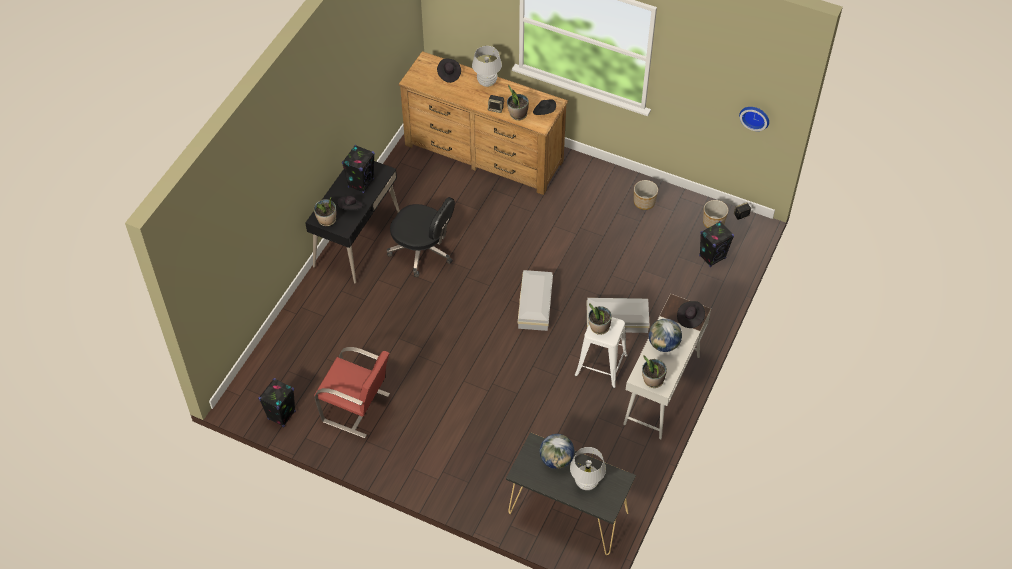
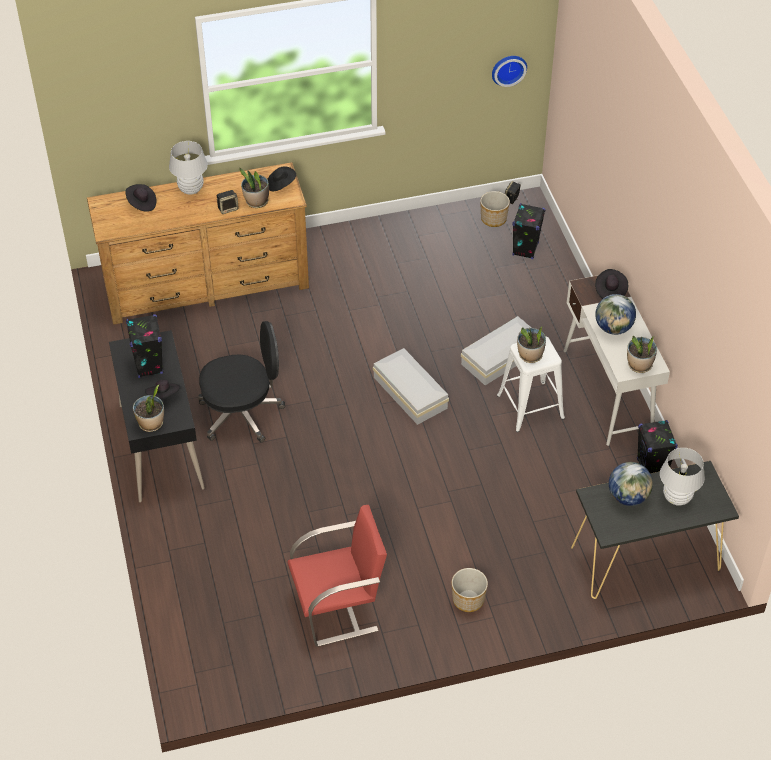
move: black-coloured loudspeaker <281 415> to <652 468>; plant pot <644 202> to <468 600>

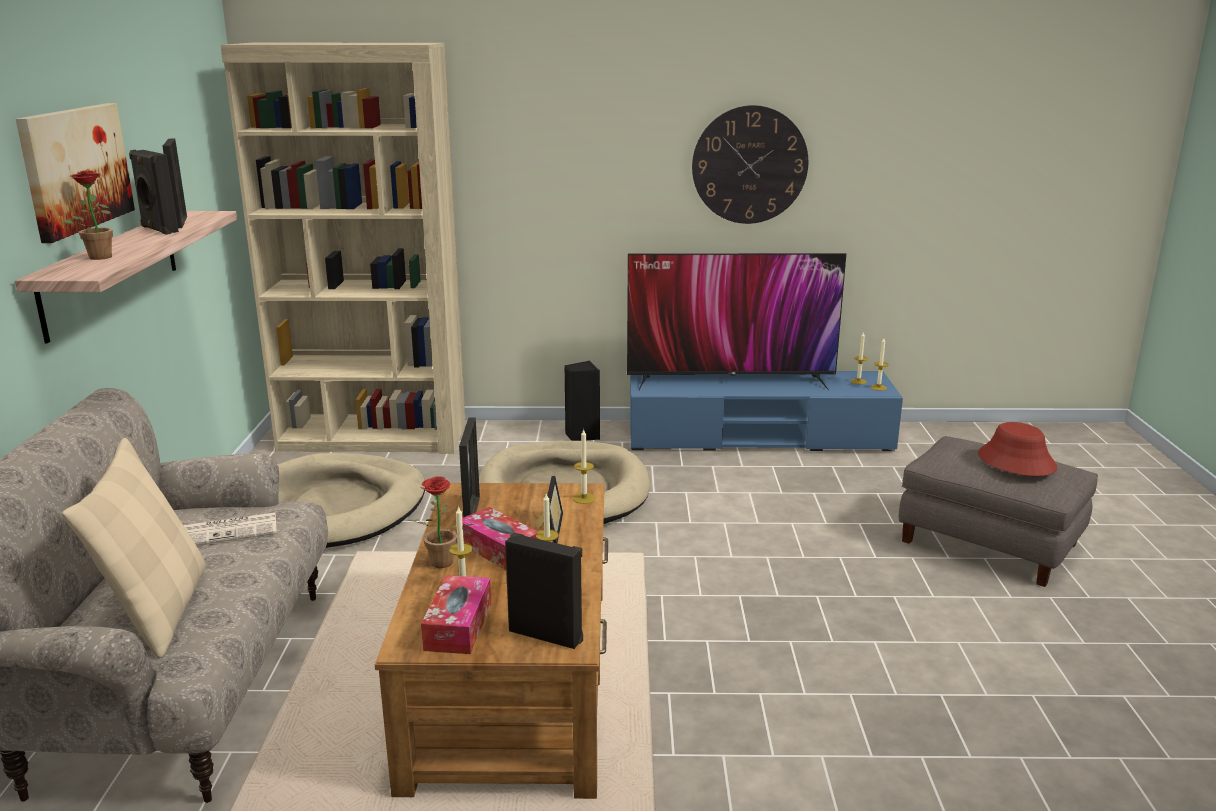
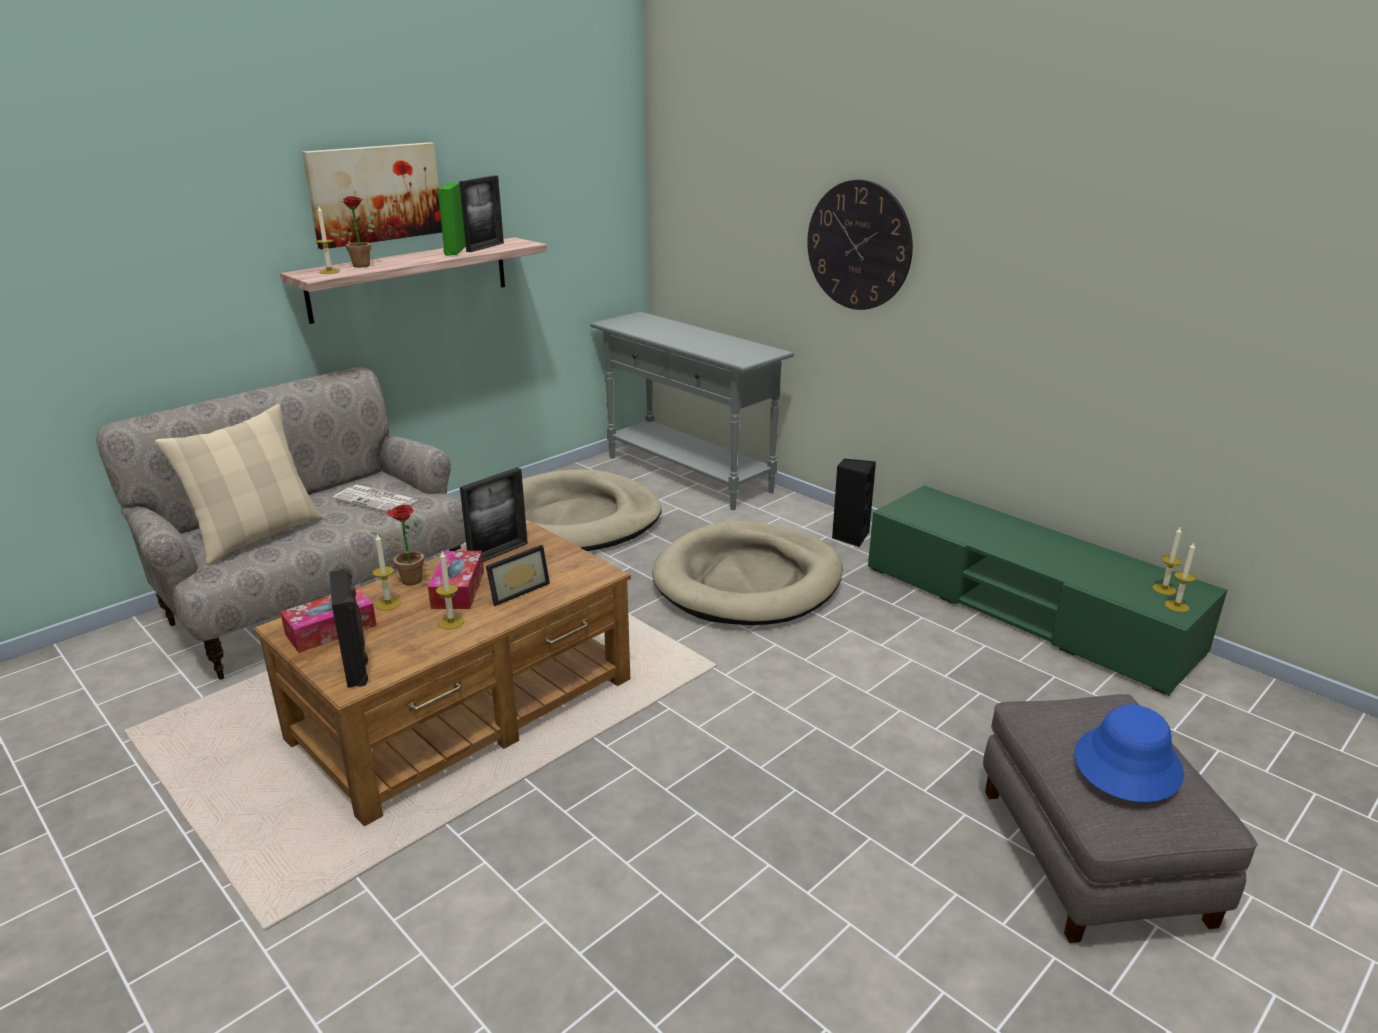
delete: TV set <730 380>
move: candle <584 498> to <329 271>; wall clock <749 165> to <859 245>
replace: sand-coloured bookcase <374 437> to greyish console table <688 475>
recolor: black-coloured loudspeaker <158 230> to greenish loudspeaker <454 251>; blue media console <758 436> to greenish media console <1025 609>; red-coloured wearable hat <1016 461> to blue wearable hat <1127 764>

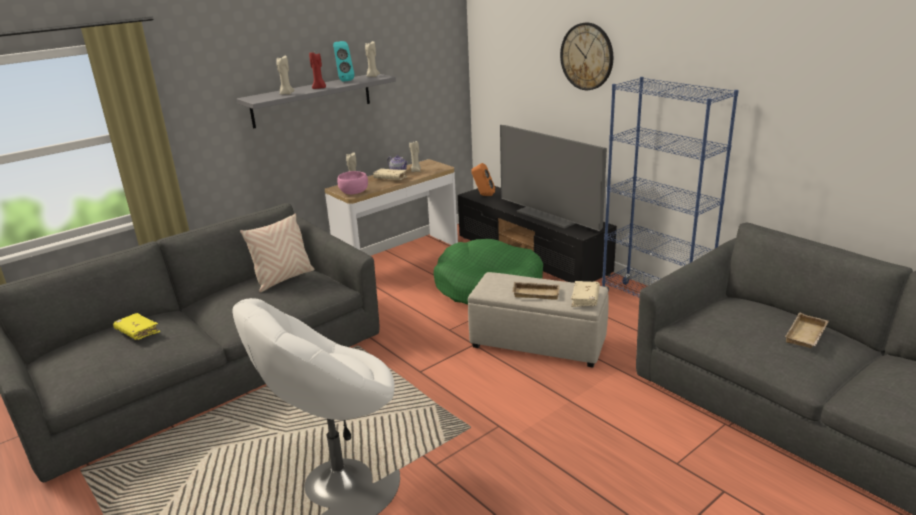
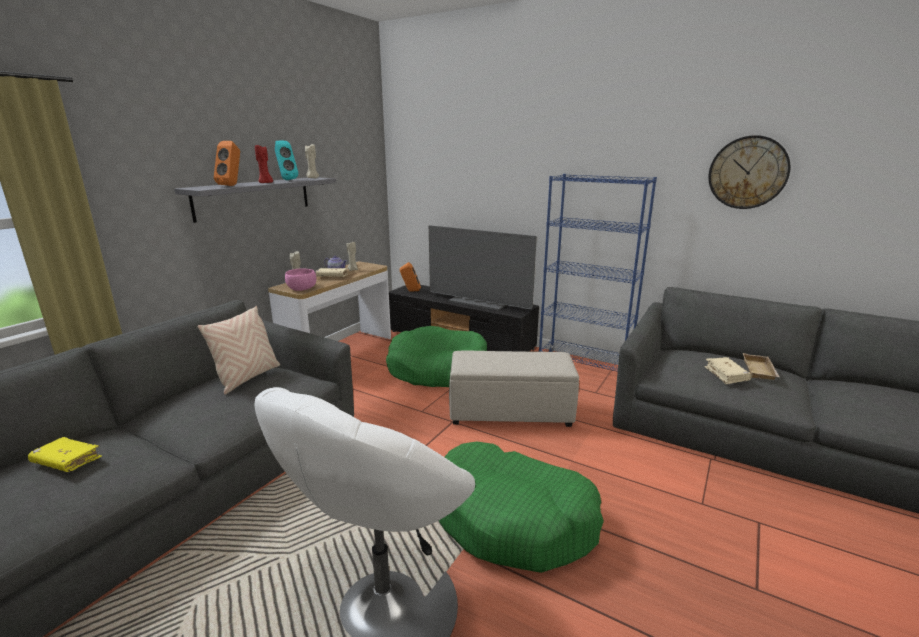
delete: sand-coloured serving tray <536 293>
insert: greenish dog cushion <513 519>
move: wall clock <587 56> to <748 172>; sand-coloured volume <585 299> to <726 375>
replace: sand-coloured candle <286 94> to orange-coloured loudspeaker <232 185>

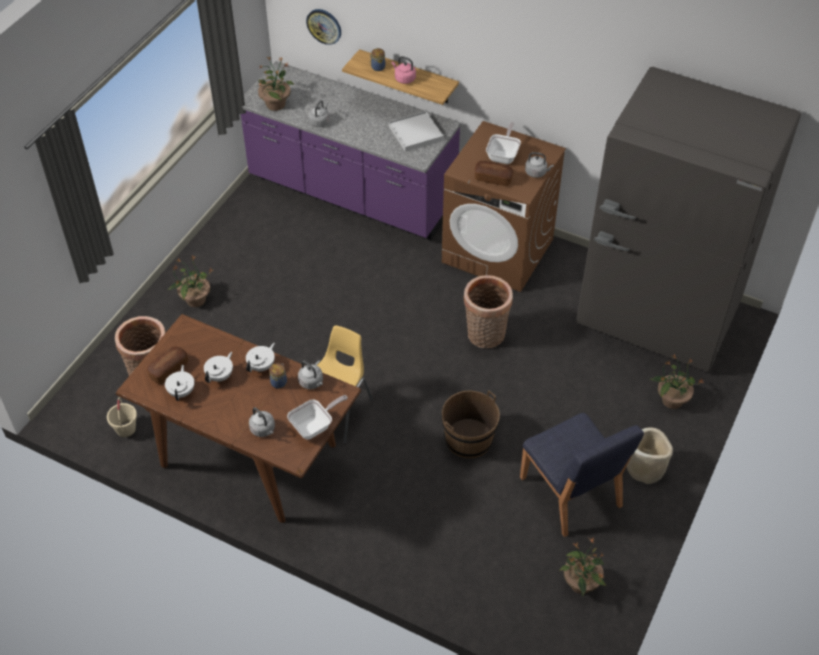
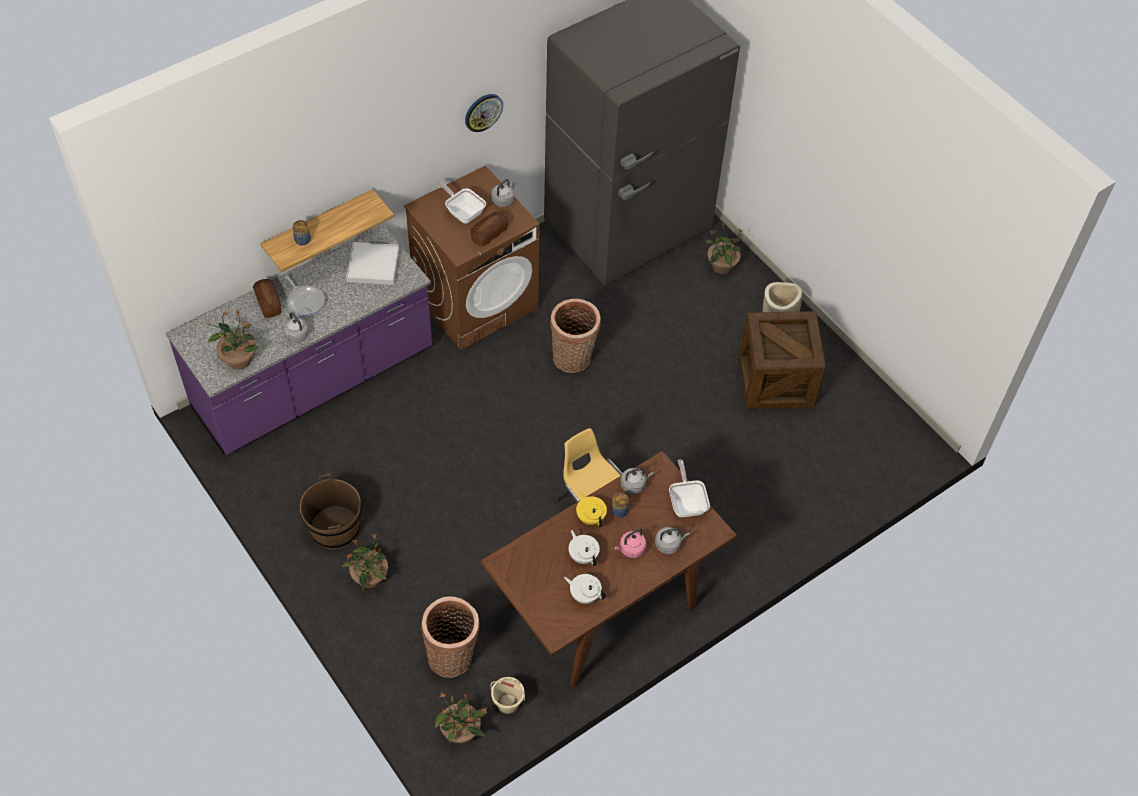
insert: skillet <305 301>
move: baked bread <168 369> to <268 303>; wall clock <324 26> to <483 112>; pinkish tea kettle <404 79> to <631 549>; brown bucket <468 439> to <334 528>; potted plant <581 584> to <461 732>
replace: blue upright chair <571 493> to shipping crate <776 380>
recolor: whitish pot for tea <262 366> to yellow-coloured pot for tea <591 517>

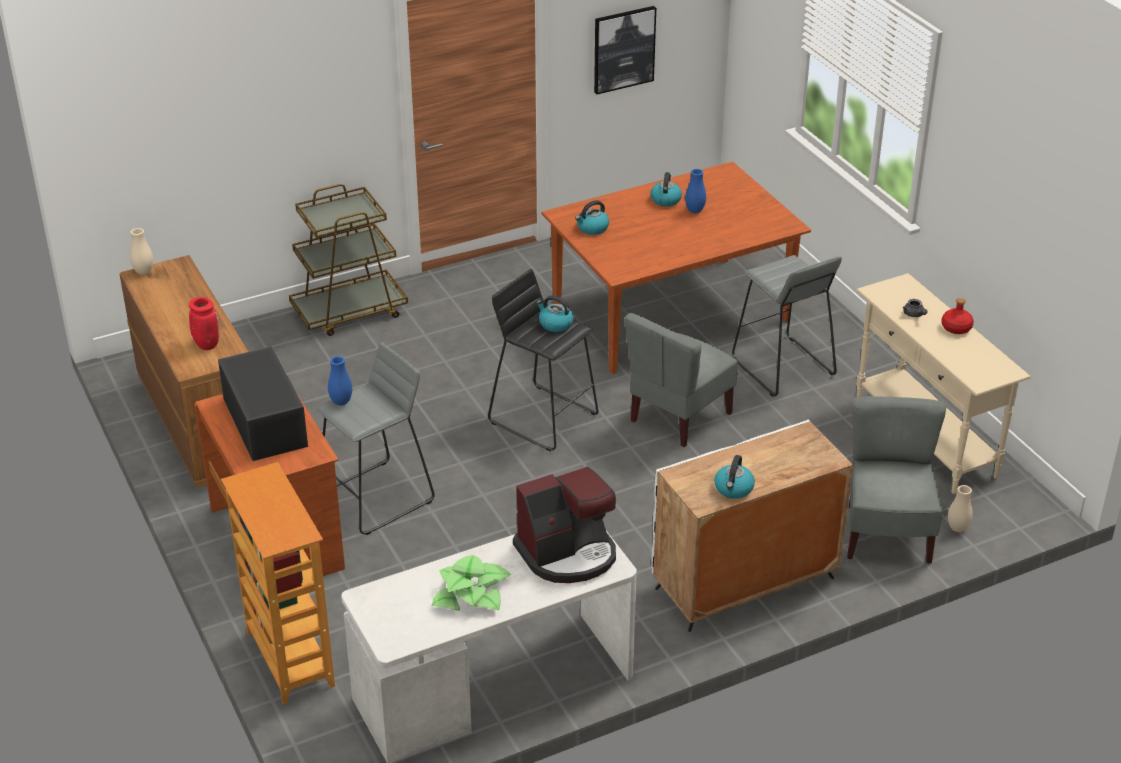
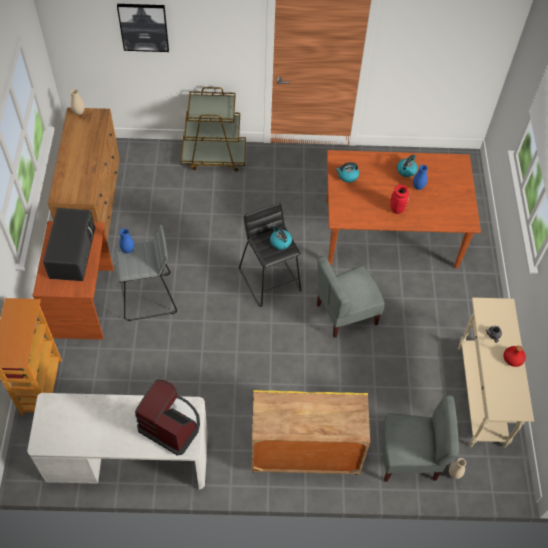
delete: potted plant <471 594>; tea kettle <733 489>; greyish stool <782 367>
move: red-coloured flower vase <206 345> to <396 209>; picture <623 49> to <143 27>
recolor: whitish cupboard <744 584> to yellow-coloured cupboard <304 453>
rotate: coffee machine <568 554> = <171 425> 150 degrees counterclockwise; greyish upright chair <886 534> = <409 457> 60 degrees clockwise

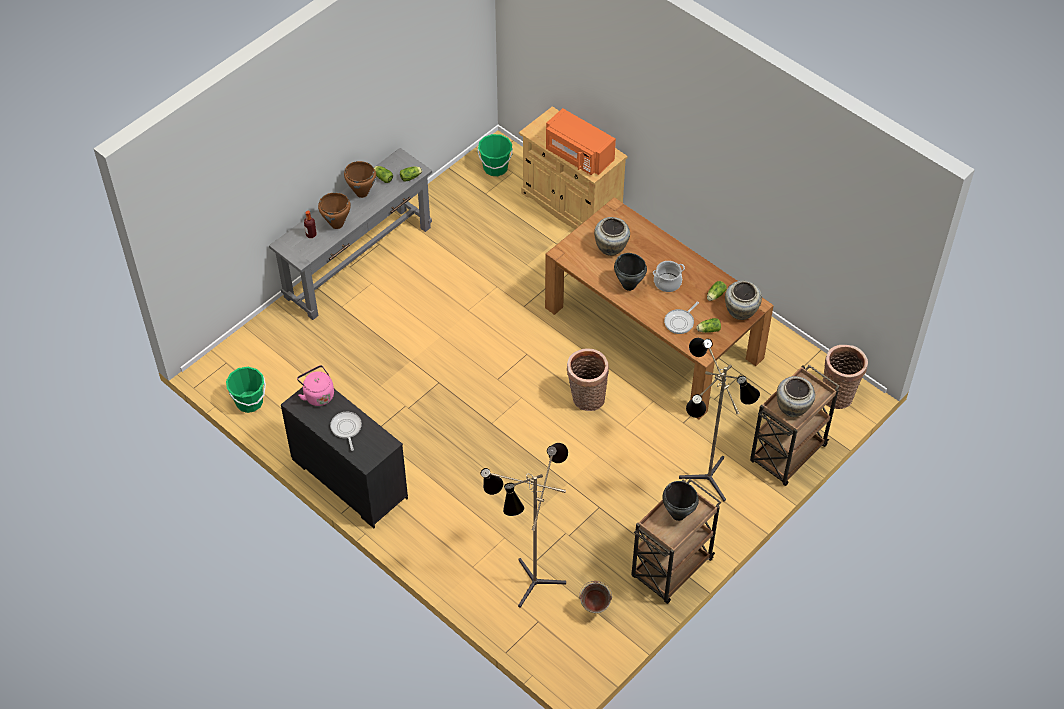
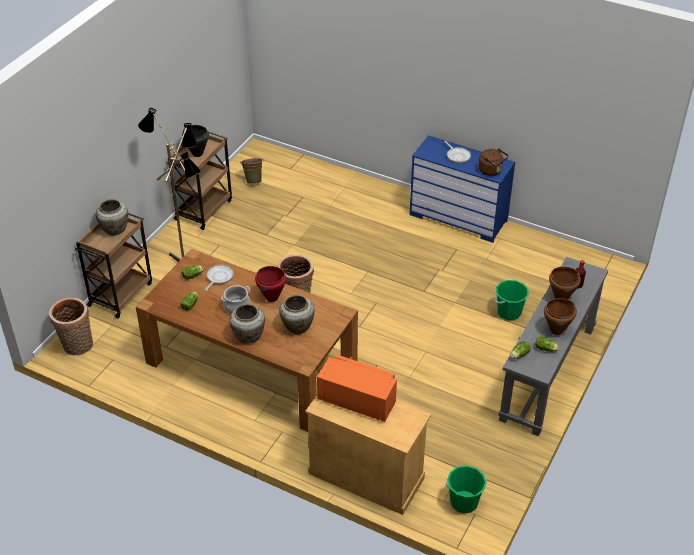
delete: floor lamp <528 581>
move: greenish bucket <249 402> to <509 312>; sand-coloured flower vase <740 312> to <248 335>
recolor: black-coloured dresser <348 479> to blue dresser <458 218>; pinkish tea kettle <317 395> to brown tea kettle <491 171>; black-coloured saucepot <629 285> to red-coloured saucepot <272 298>

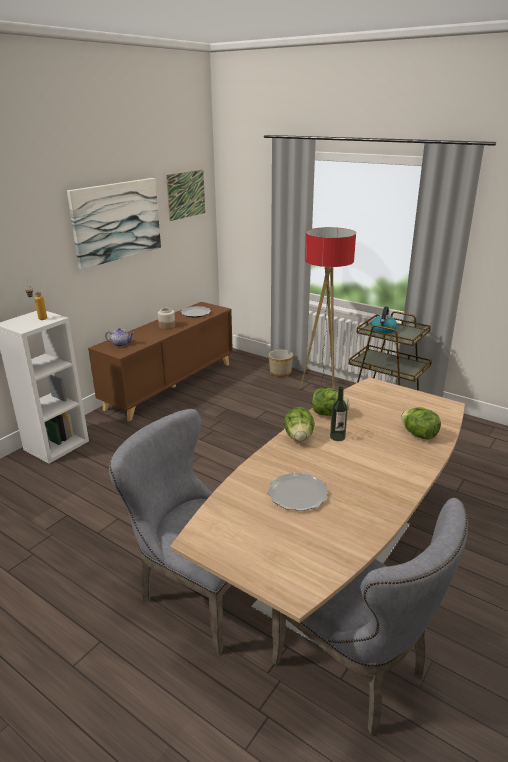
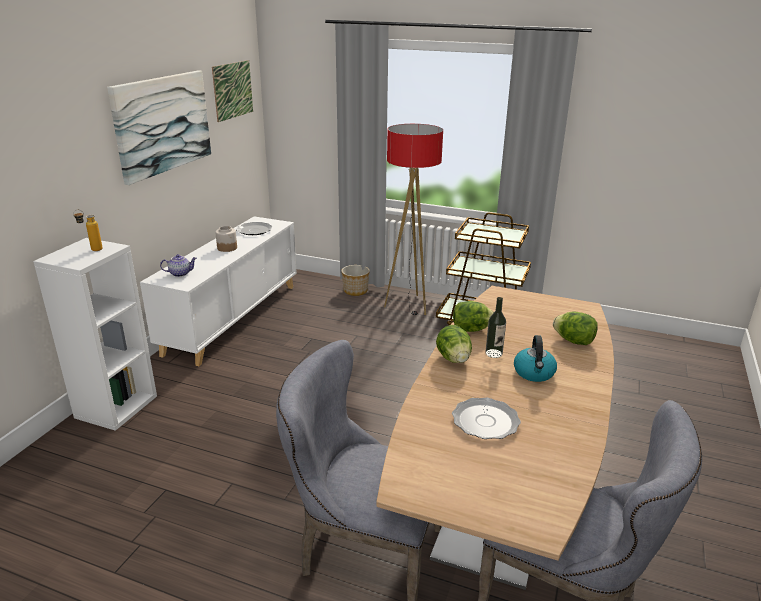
move: tea kettle <383 330> to <534 373>
recolor: brown cupboard <171 385> to whitish cupboard <233 318>

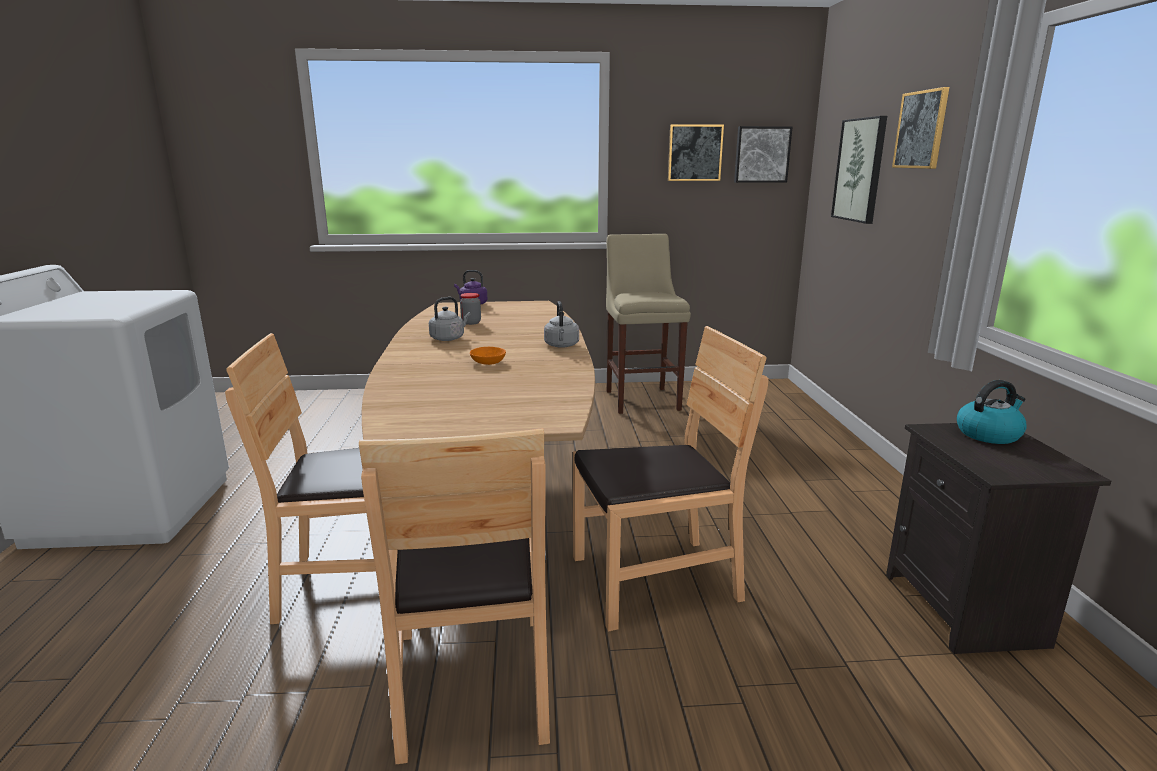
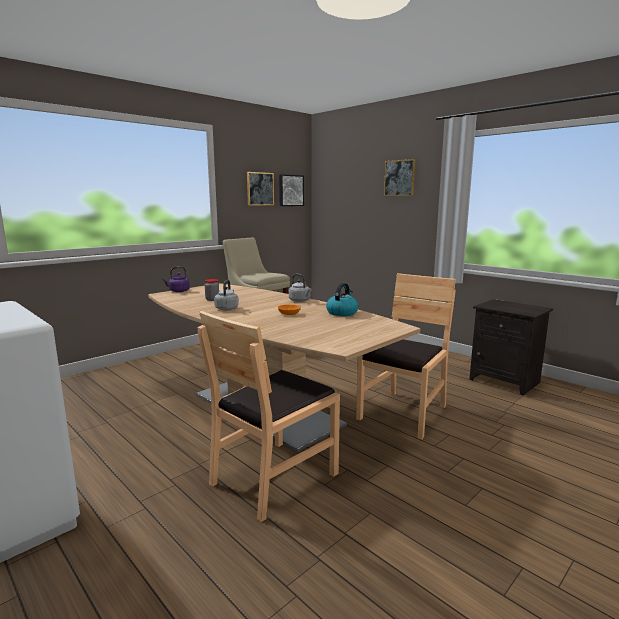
delete: brown upright chair <472 681>; picture <860 170>
move: tea kettle <988 434> to <342 313>

